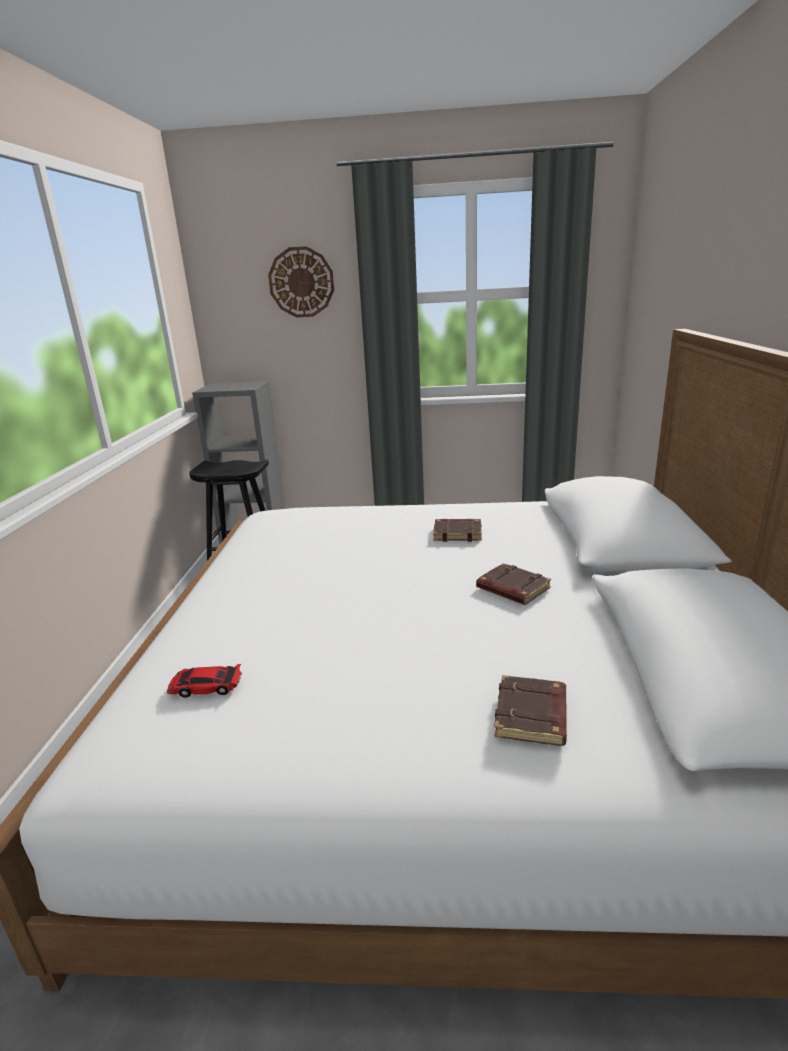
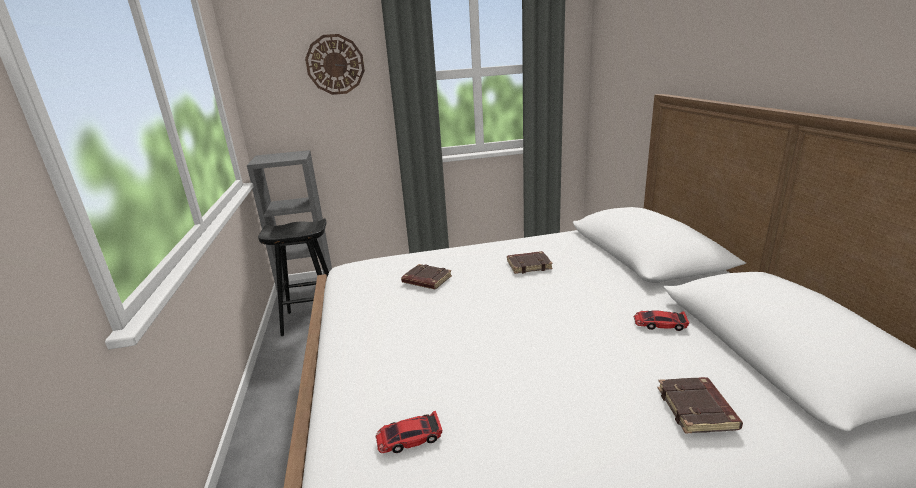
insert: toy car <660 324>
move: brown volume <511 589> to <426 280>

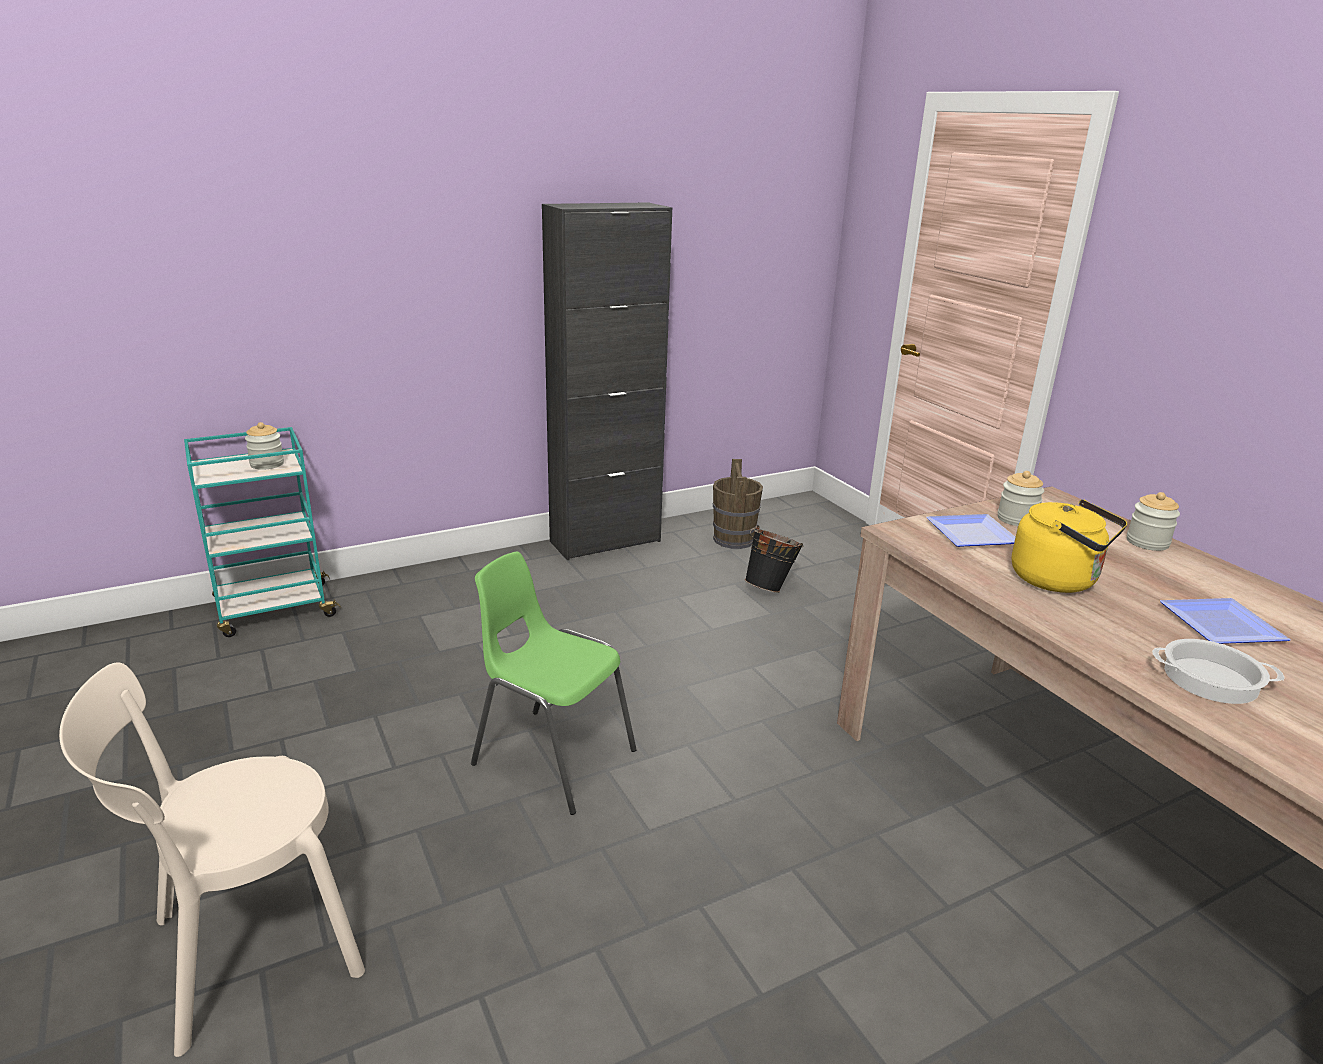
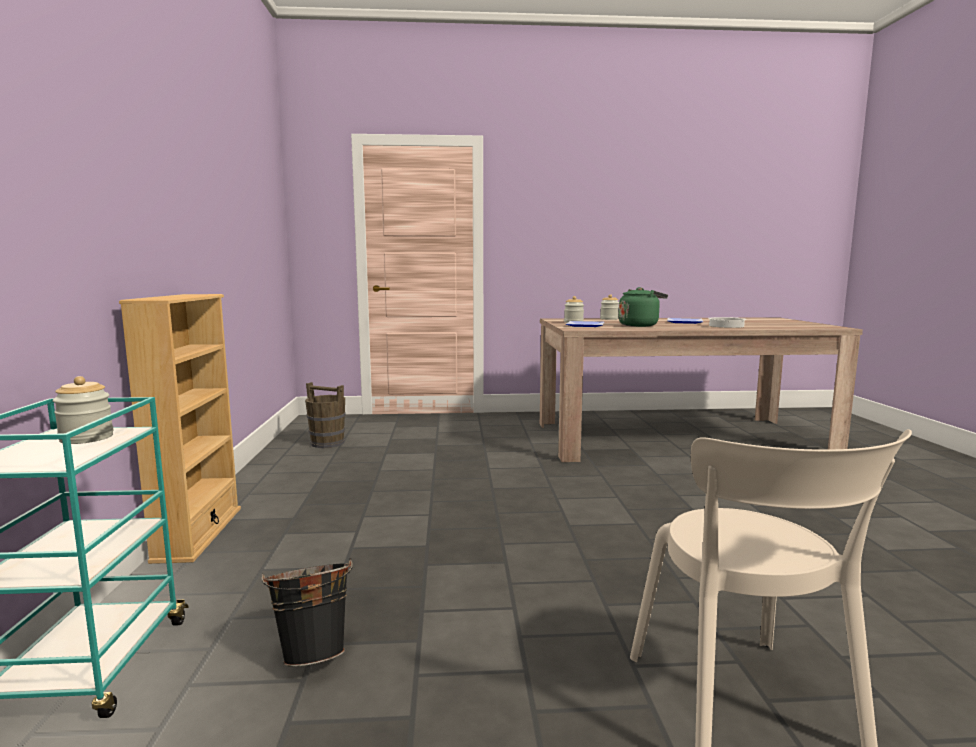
delete: greenish upright chair <552 757>; black-coloured cupboard <605 541>
insert: sand-coloured bookcase <198 533>
move: black-coloured bucket <770 587> to <314 652>
recolor: yellow-coloured tea kettle <1058 580> to greenish tea kettle <640 325>

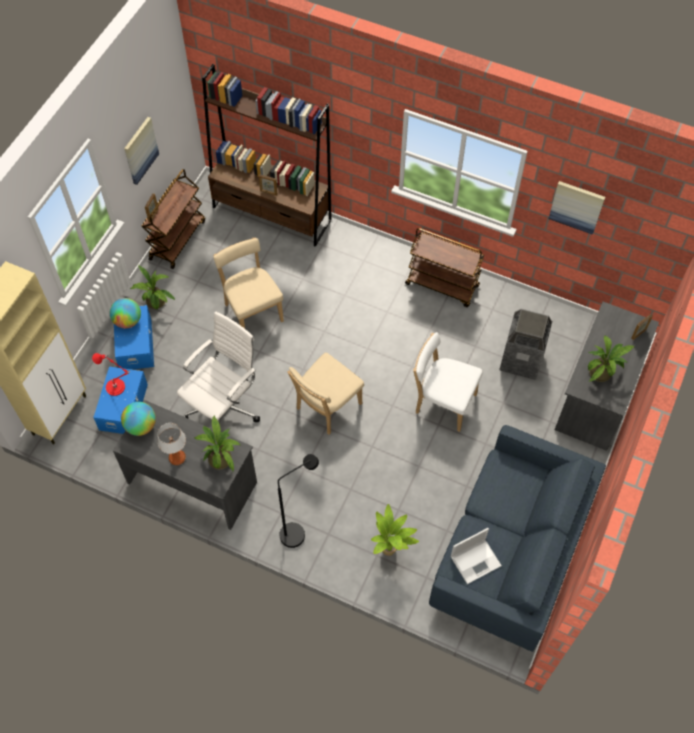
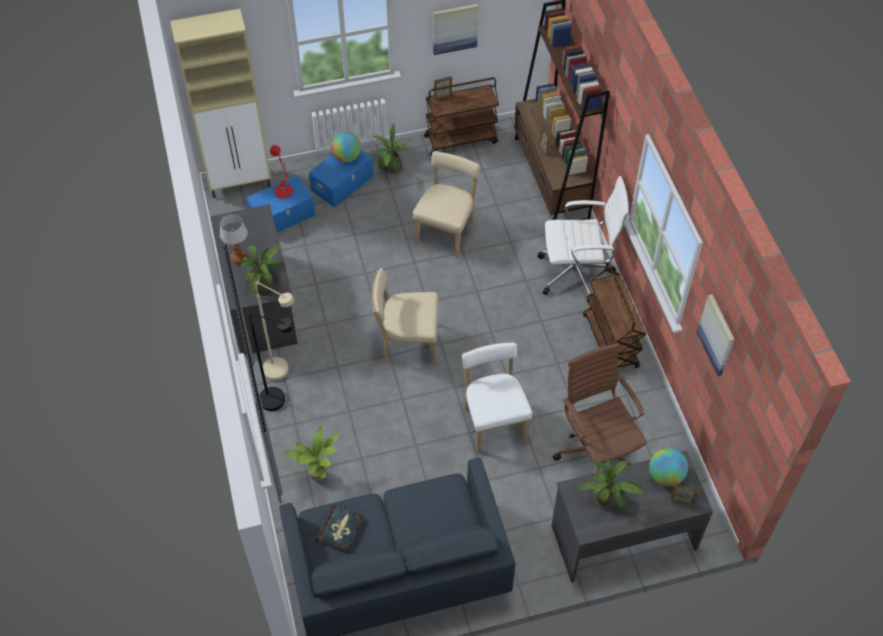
insert: sand-coloured floor lamp <282 372>
move: desk globe <141 426> to <665 475>; whitish office chair <224 407> to <577 273>
replace: laptop <476 560> to volume <340 530>; waste bin <521 360> to brown office chair <596 451>

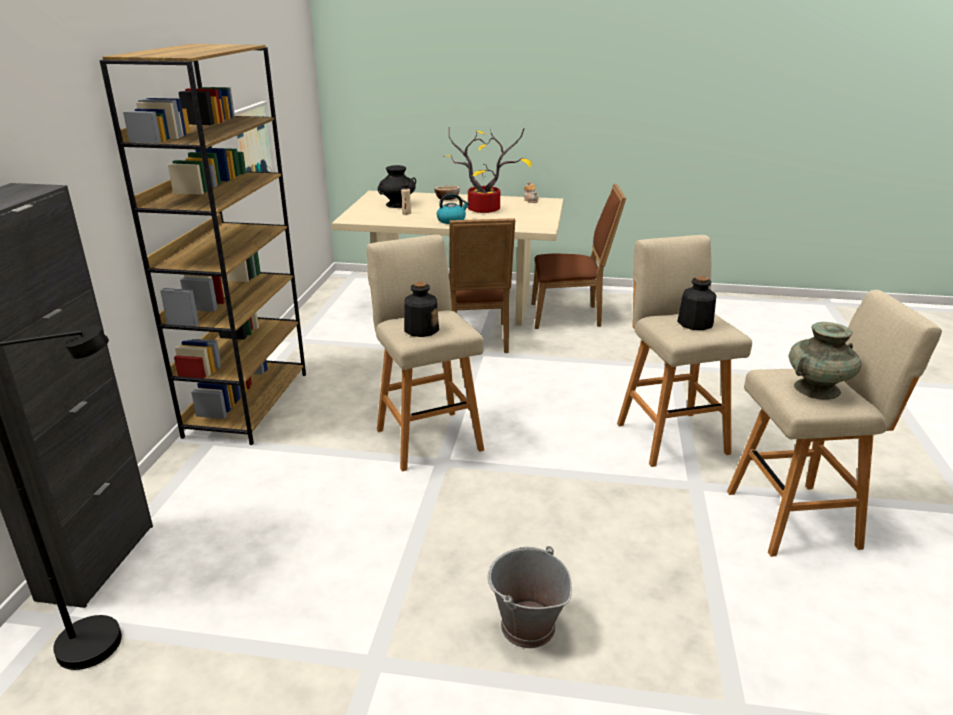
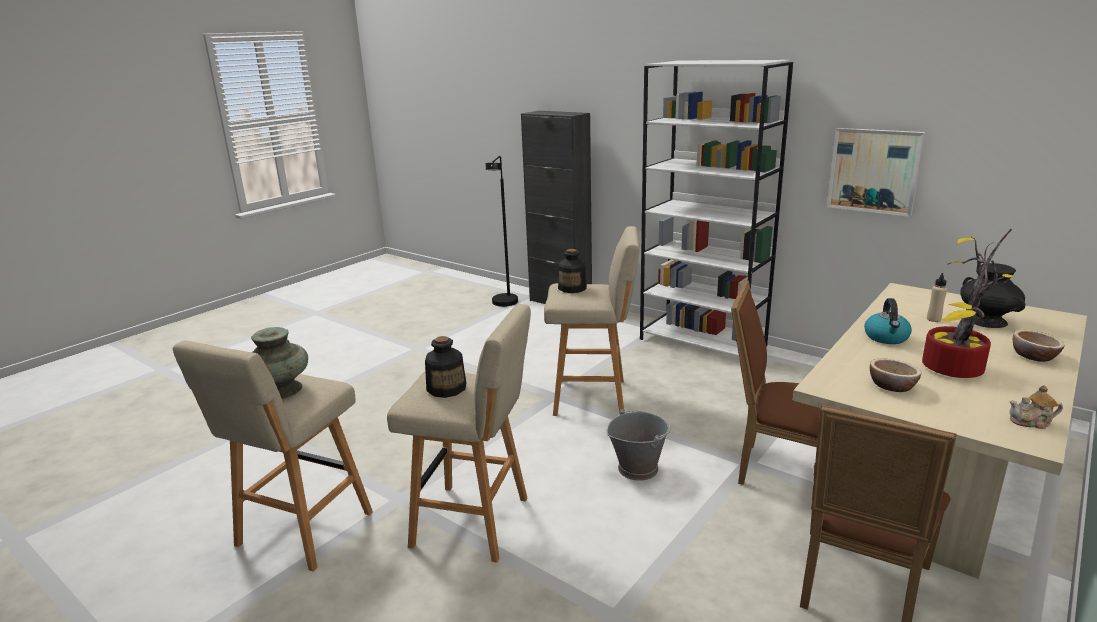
insert: serving bowl <892 386>
move: greyish bucket <527 627> to <638 468>
recolor: brown bookcase <247 403> to whitish bookcase <703 342>

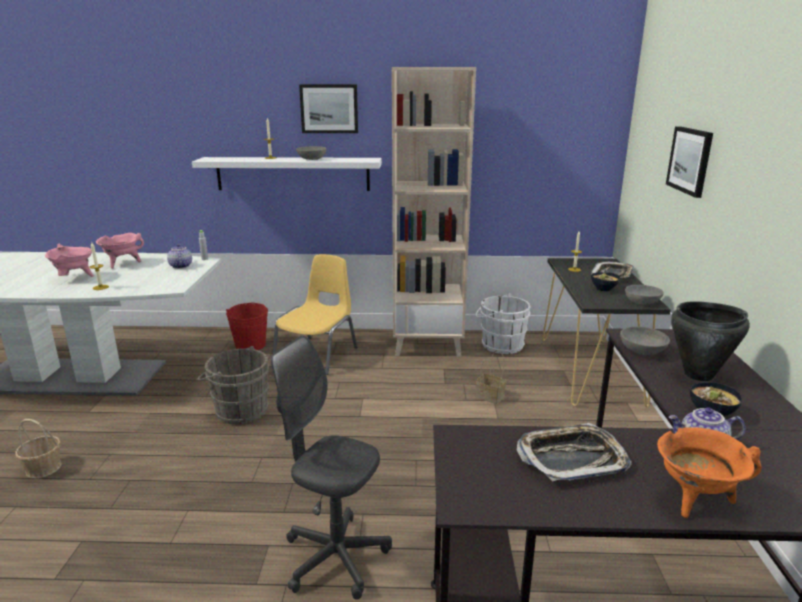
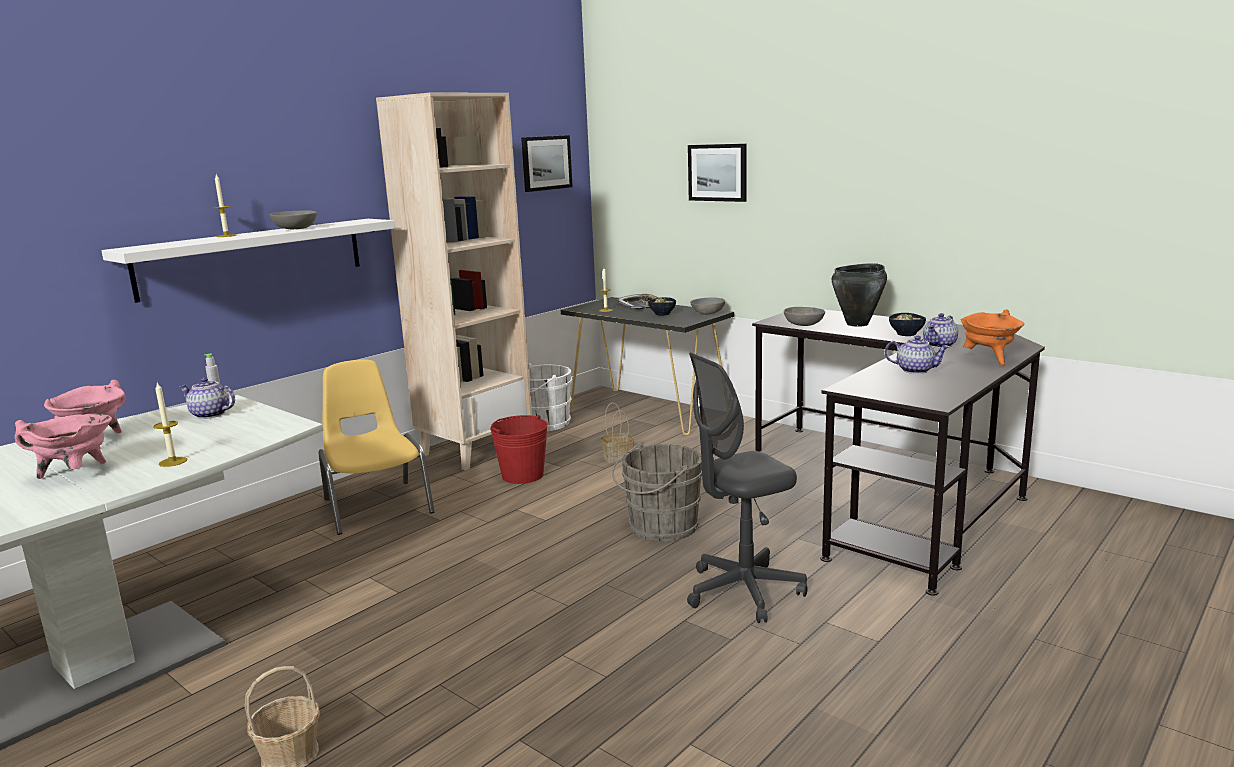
move: greyish bucket <239 410> to <660 528>; red-coloured bucket <250 345> to <522 475>; picture <329 108> to <546 163>
replace: serving tray <572 458> to pot for tea <915 370>

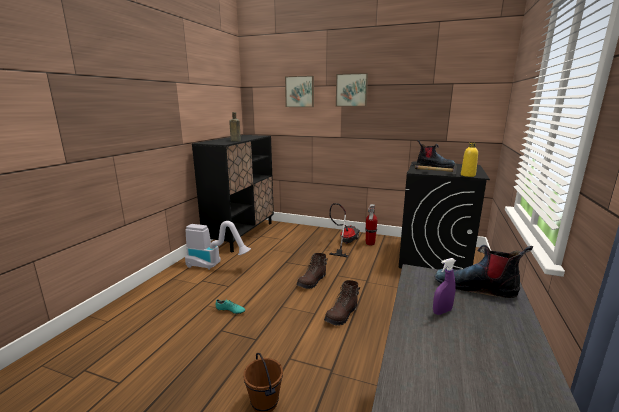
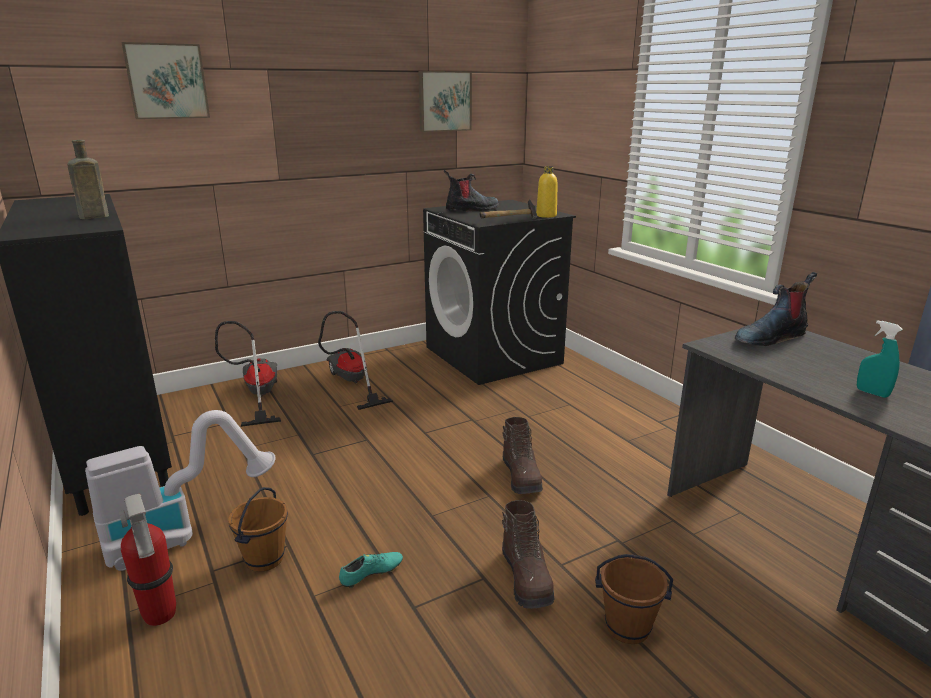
delete: purple hand sprayer <442 311>
insert: vacuum cleaner <257 396>; brown bucket <264 559>; blue-green hand sprayer <872 393>
move: brown high-top boot <312 282> to <527 578>; picture <351 90> to <444 101>; extinguisher <370 244> to <160 615>

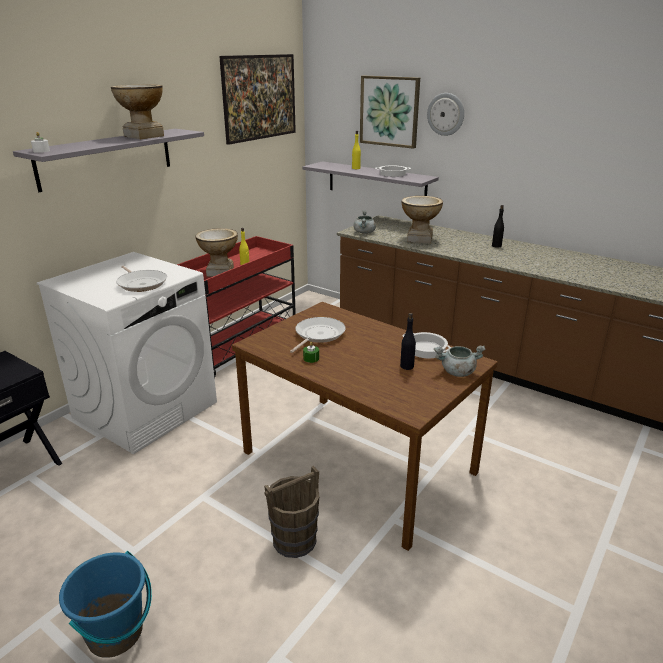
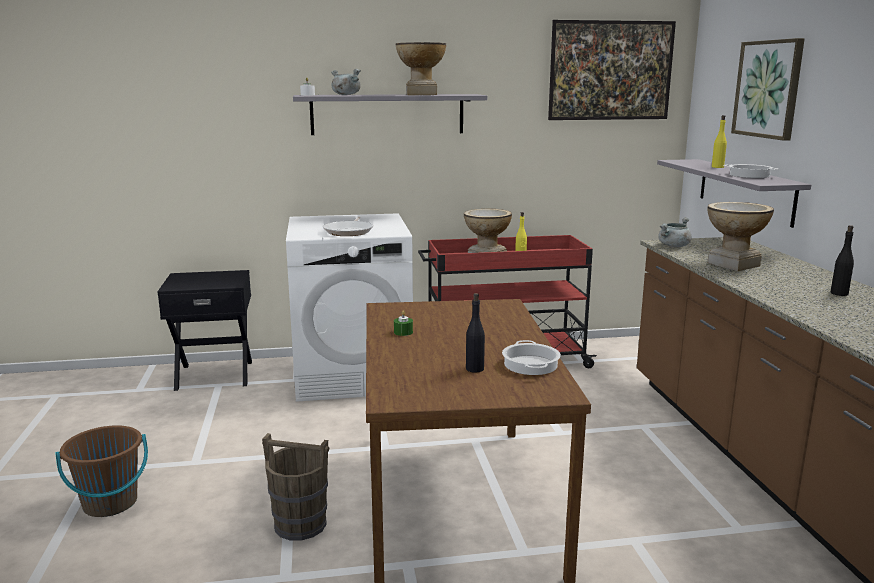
delete: skillet <318 335>; wall clock <446 114>
move: greyish saucepot <457 372> to <345 94>
recolor: blue bucket <116 633> to brown bucket <110 503>

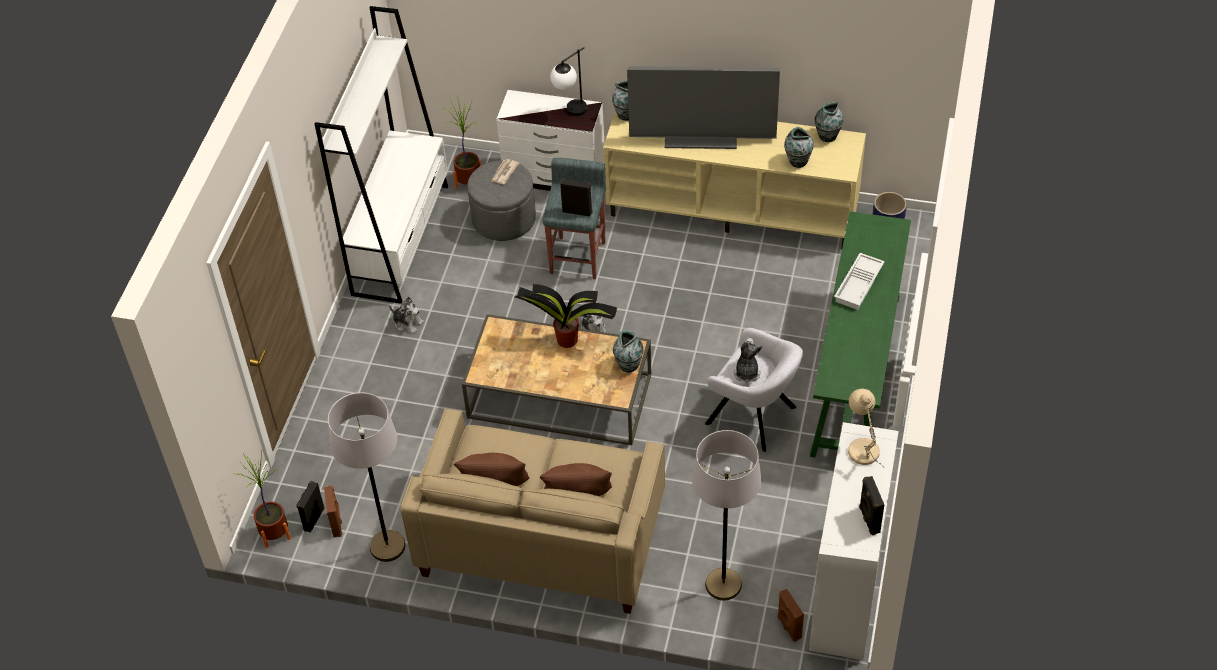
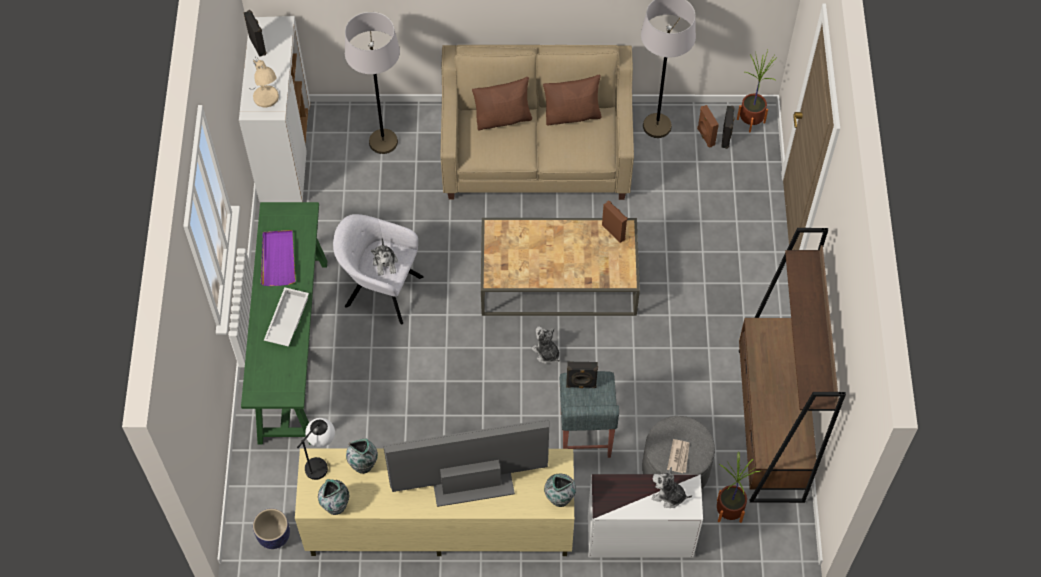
delete: potted plant <568 340>; flower vase <629 365>
insert: purple serving tray <278 259>
move: cuddly toy <408 323> to <668 495>; lamp for a table <570 113> to <322 462>; brown loudspeaker <788 627> to <614 231>
recolor: whitish bookcase <401 239> to brown bookcase <770 425>

